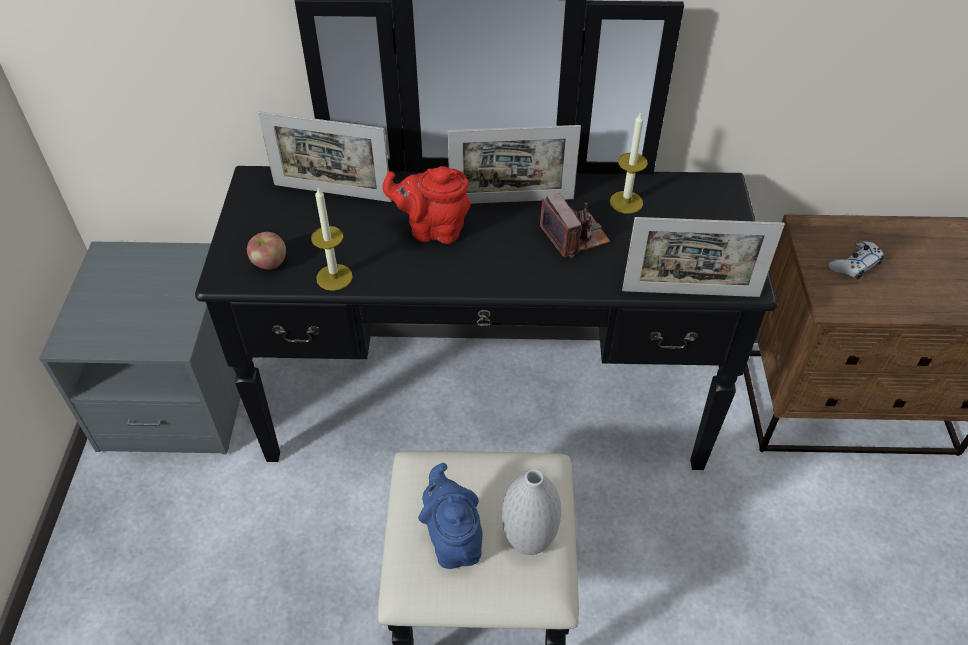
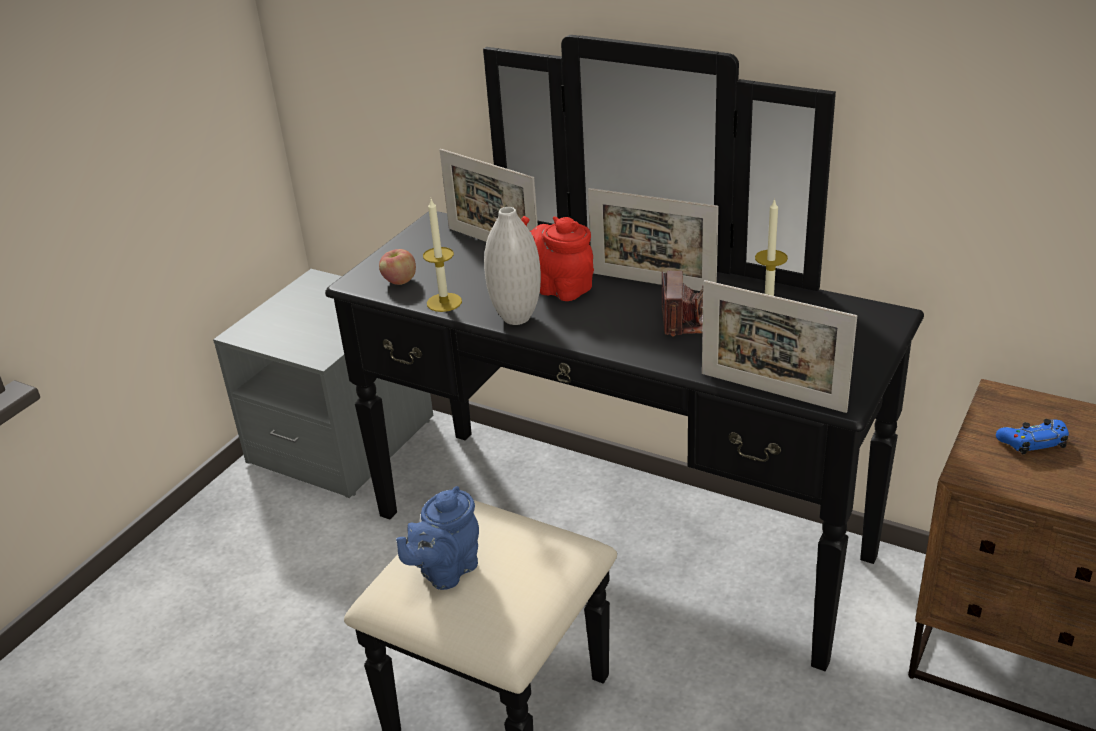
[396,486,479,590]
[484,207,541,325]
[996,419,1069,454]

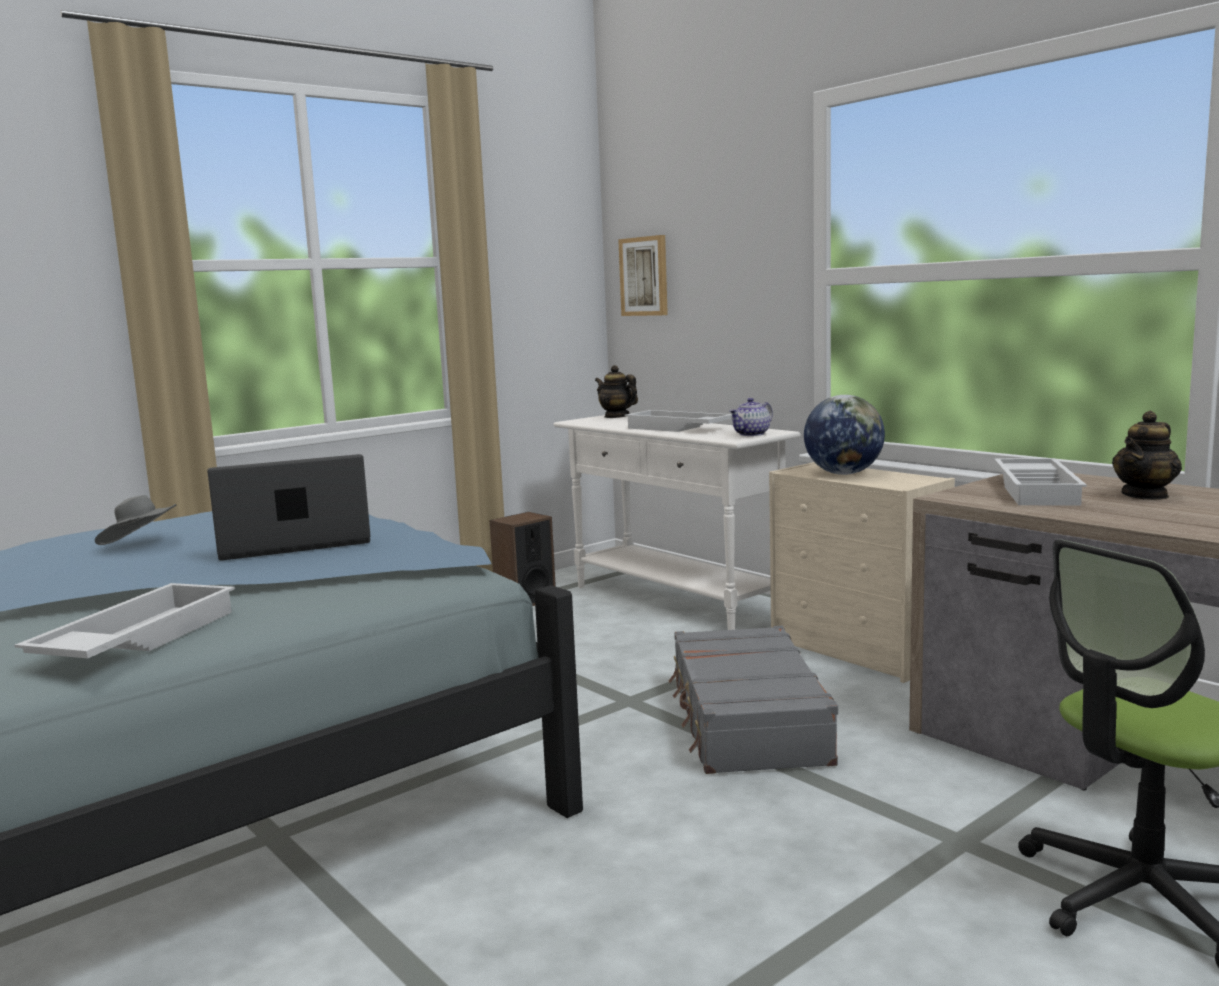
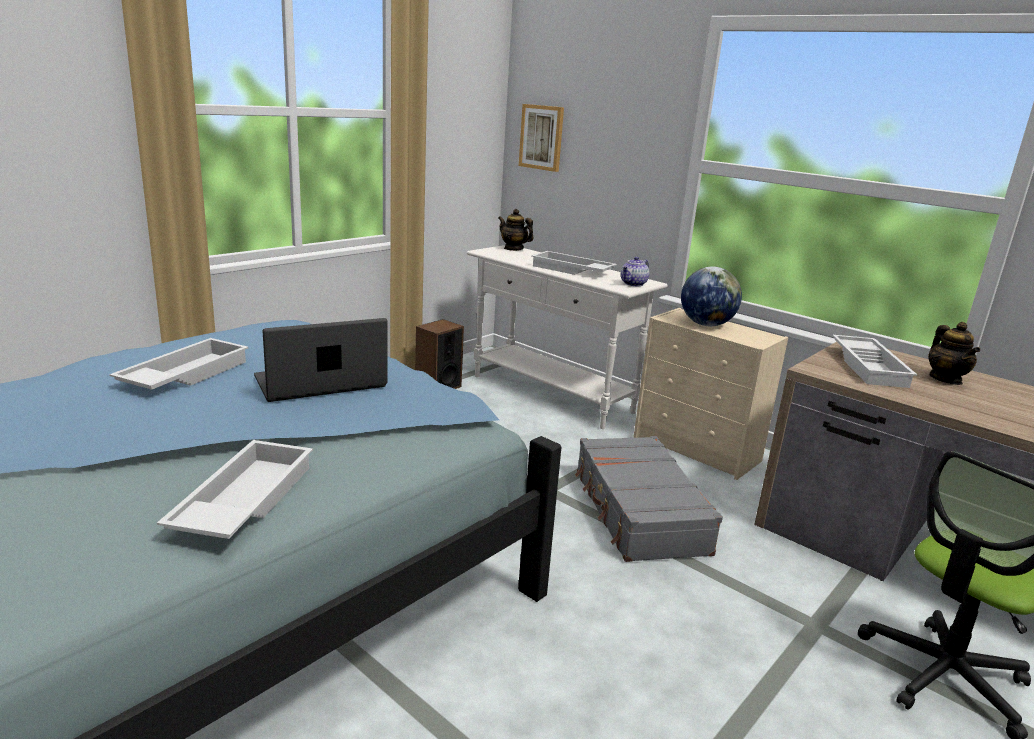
[109,338,249,390]
[928,322,980,385]

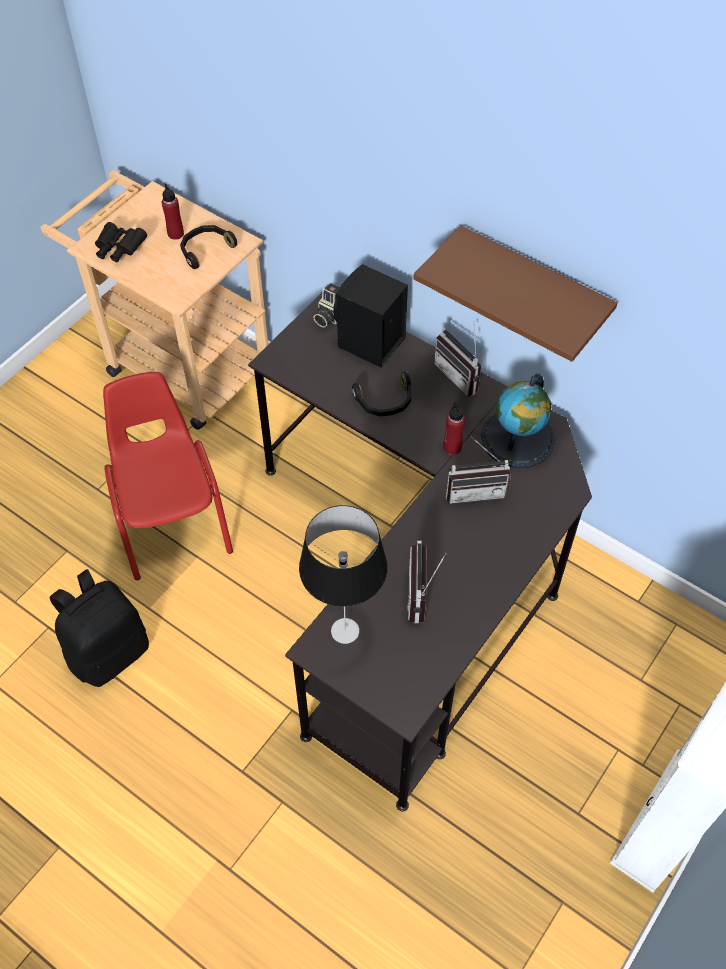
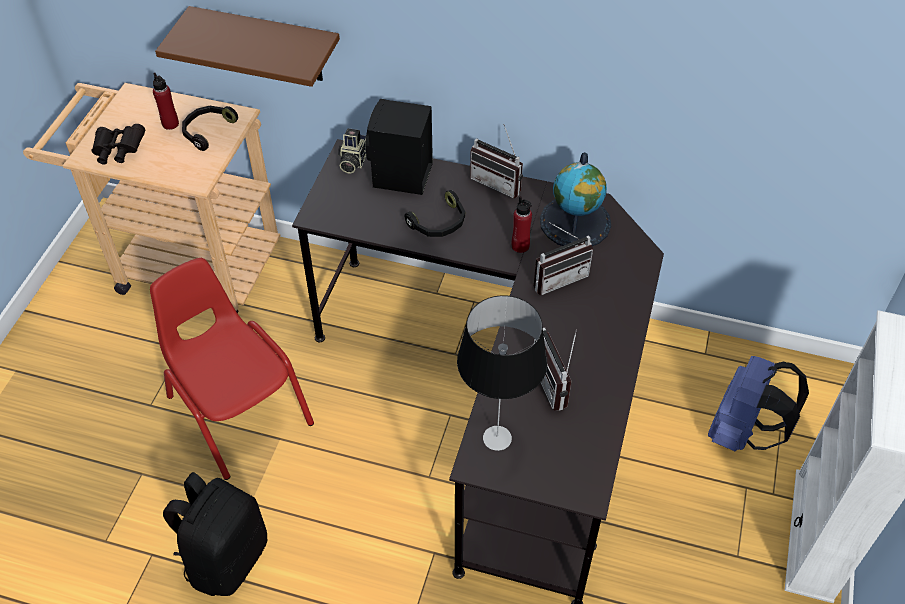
[155,6,340,87]
[708,356,809,452]

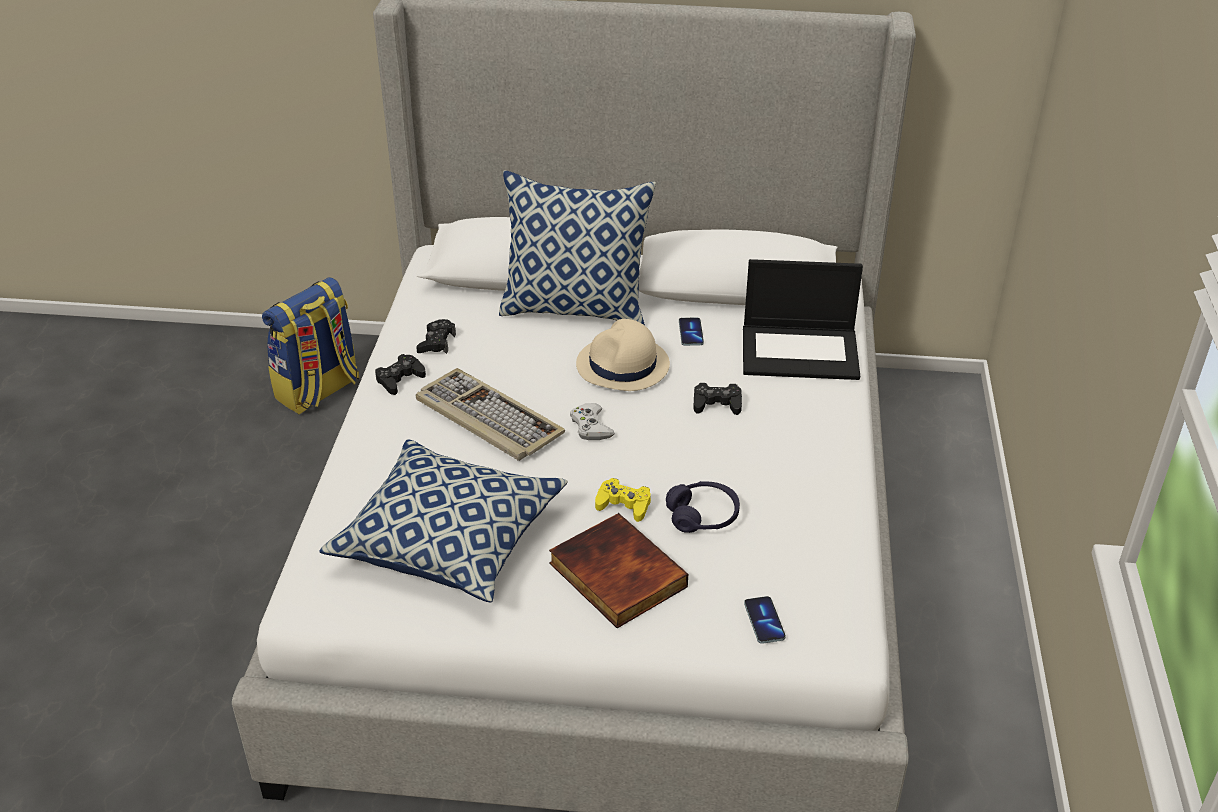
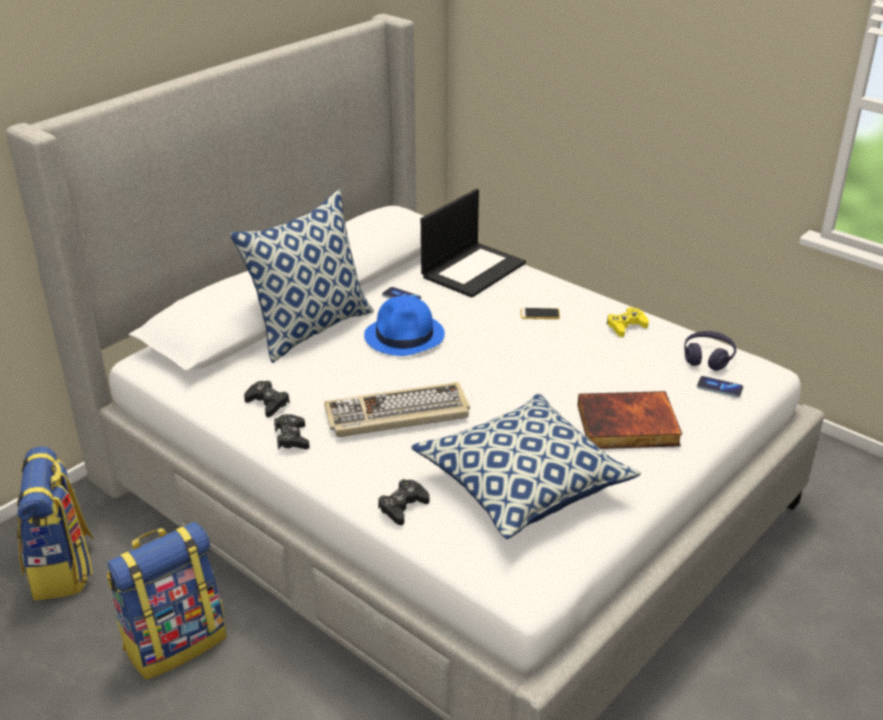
[570,403,615,440] (first image)
[364,296,445,356]
[607,307,649,337]
[684,331,736,371]
[378,479,429,525]
[107,522,227,680]
[521,308,560,319]

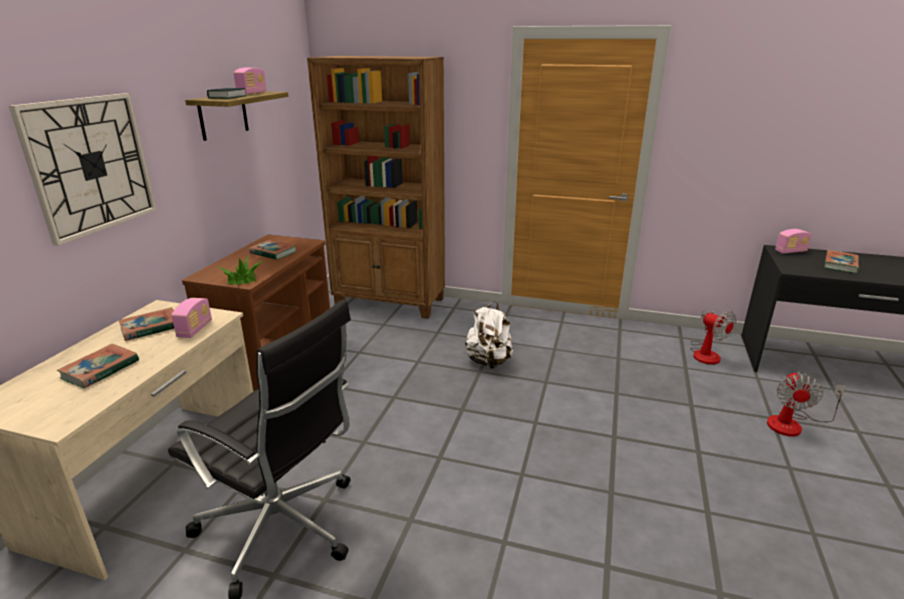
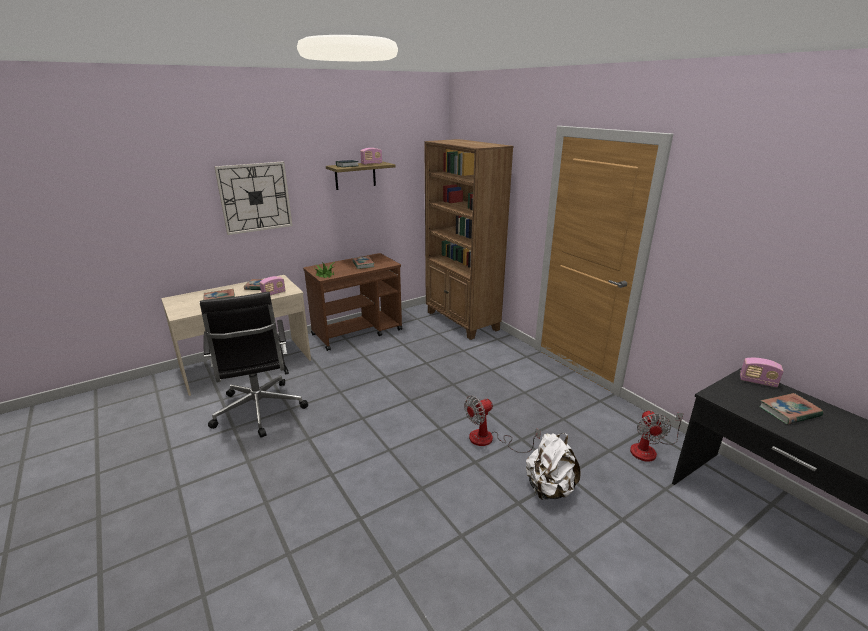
[526,433,580,500]
[464,395,541,453]

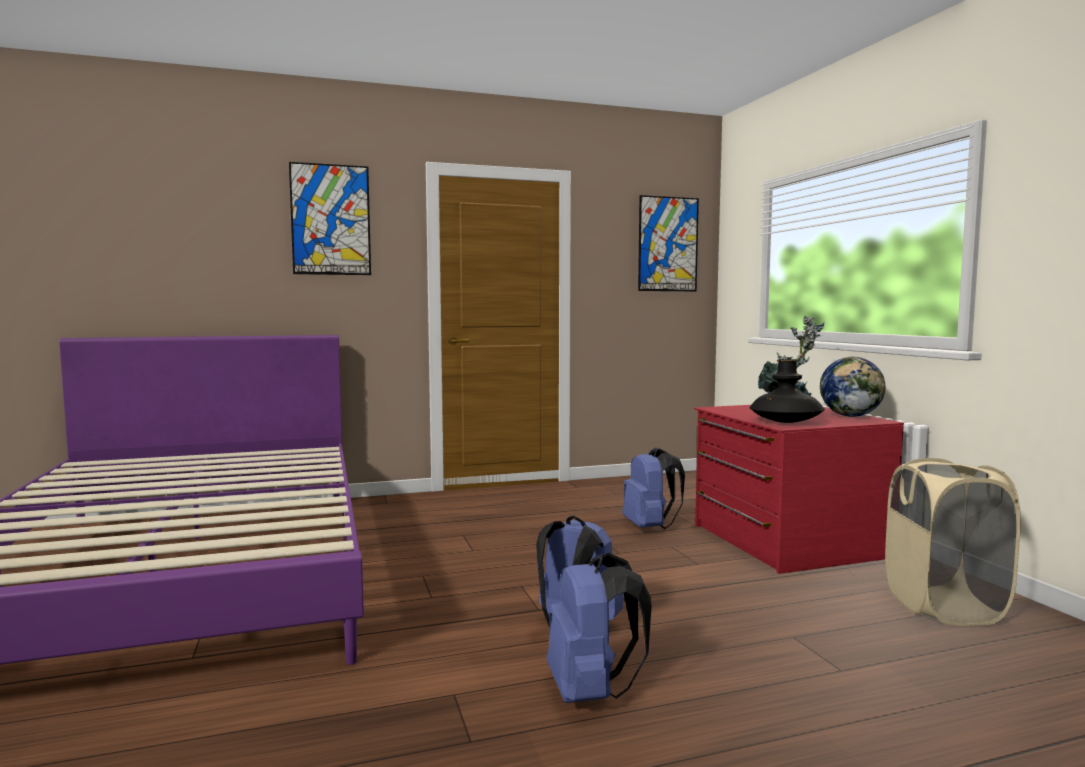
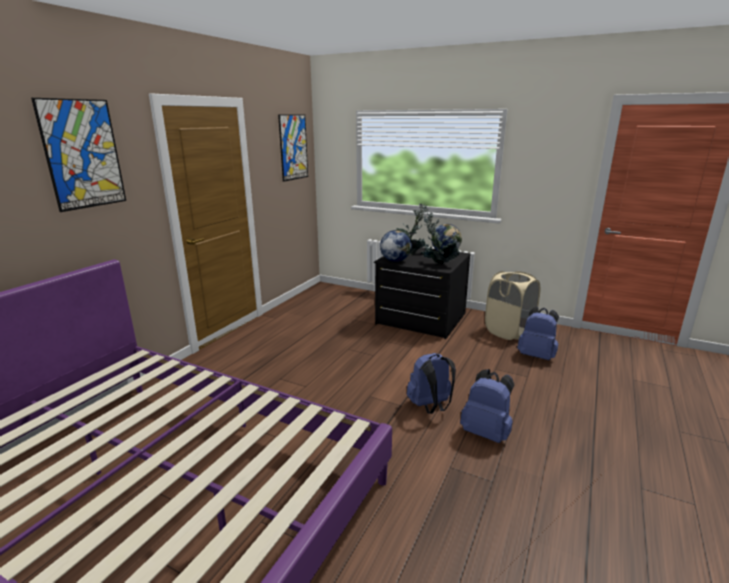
[517,307,559,360]
[374,247,470,339]
[421,212,460,264]
[380,230,412,262]

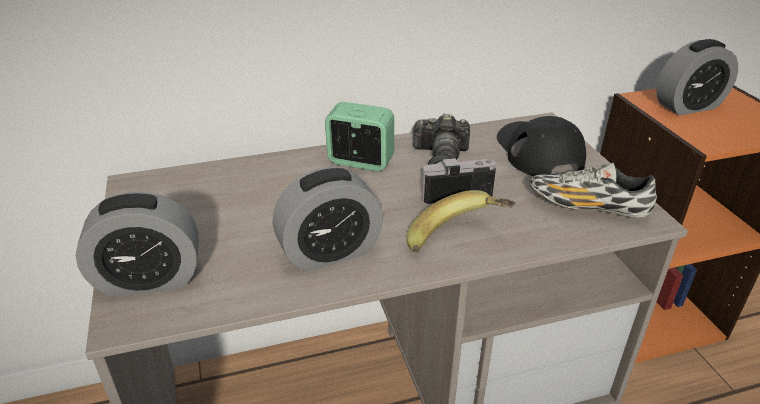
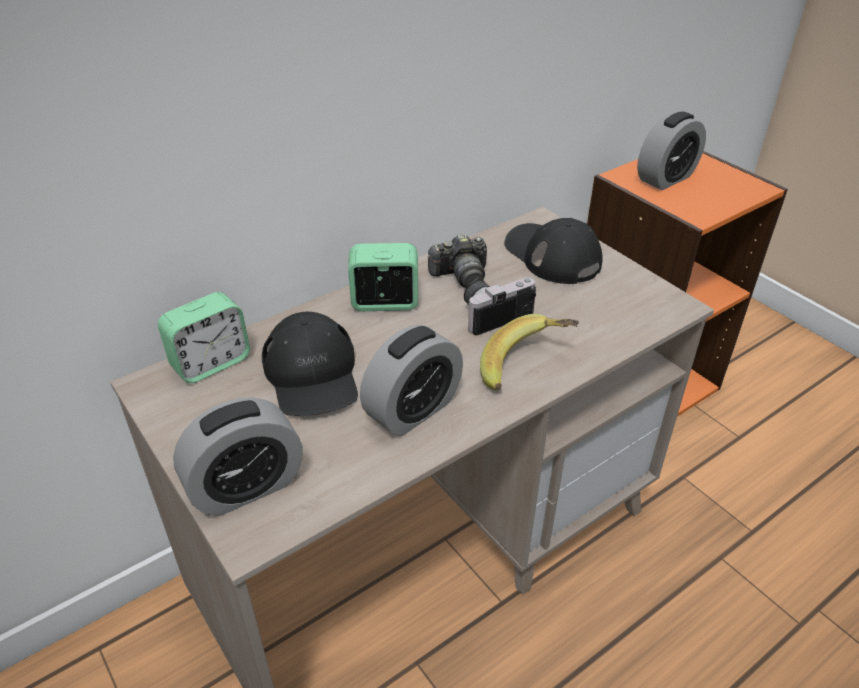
[529,163,657,218] (first image)
[158,292,250,383]
[262,312,358,416]

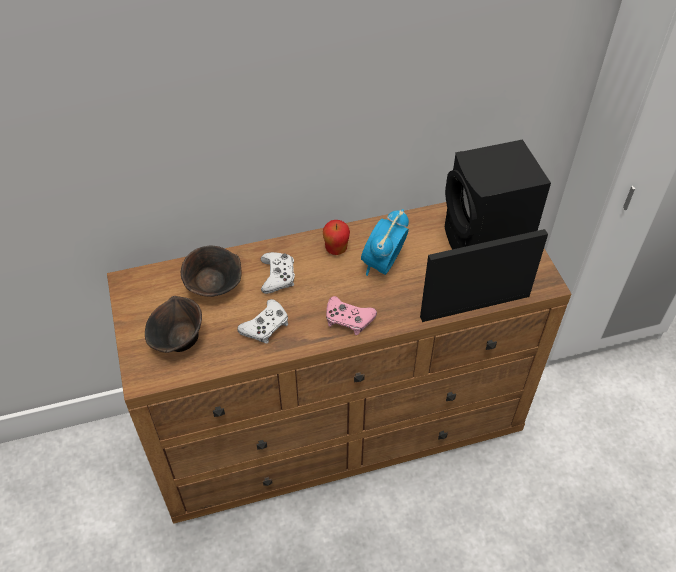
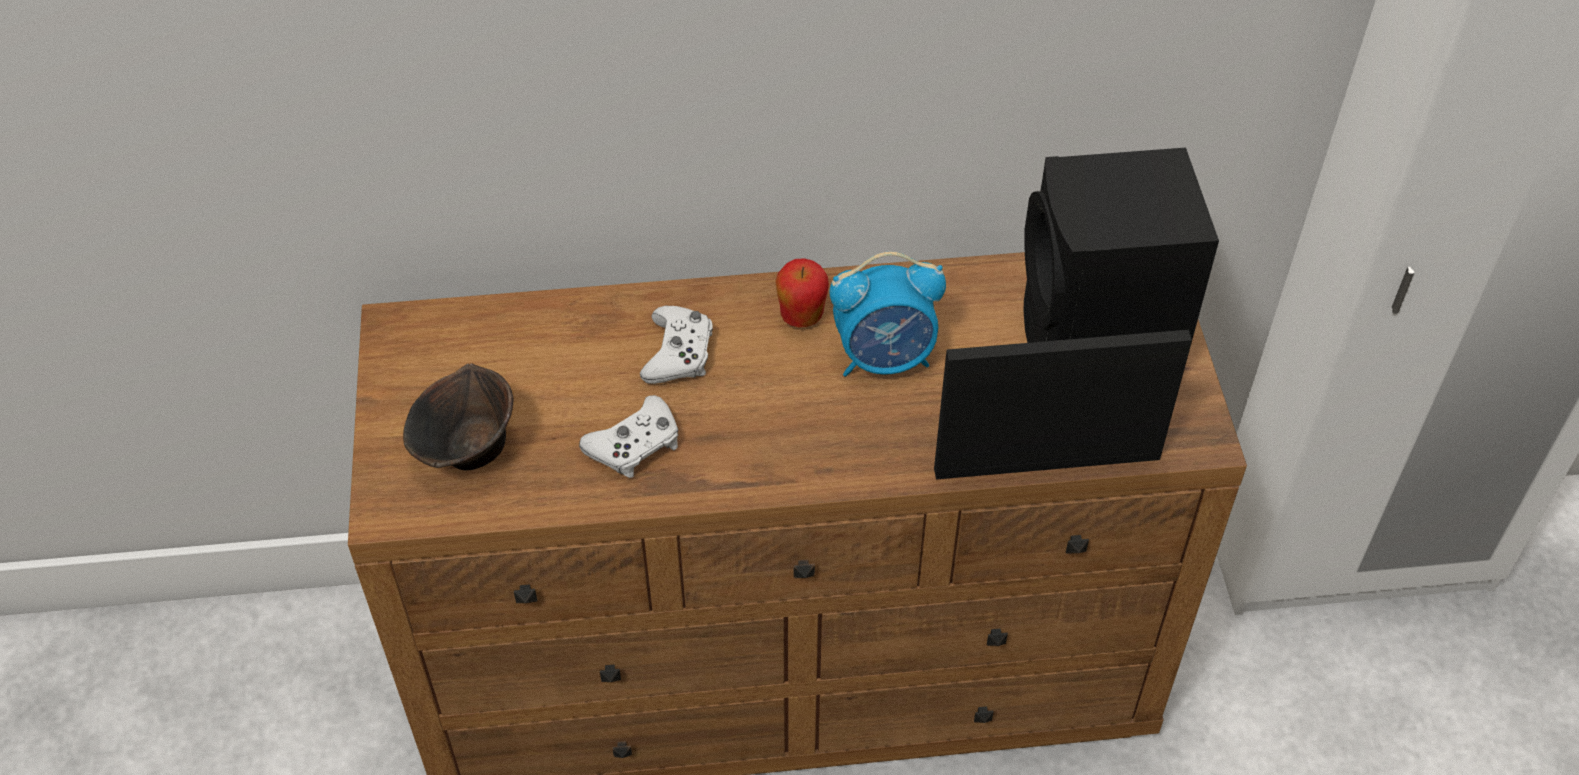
[181,246,241,297] (first image)
[326,296,377,335] (first image)
[830,252,946,376]

